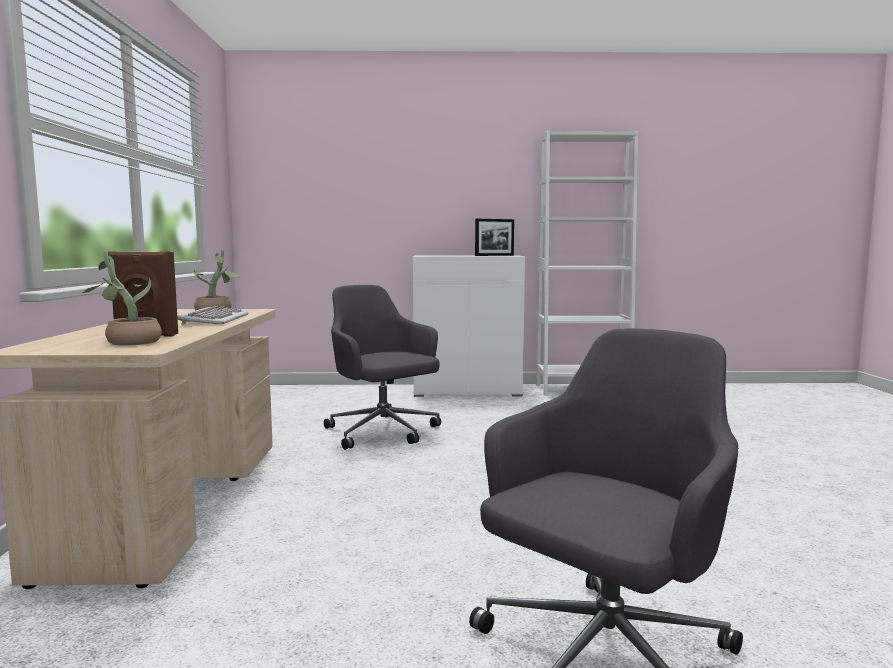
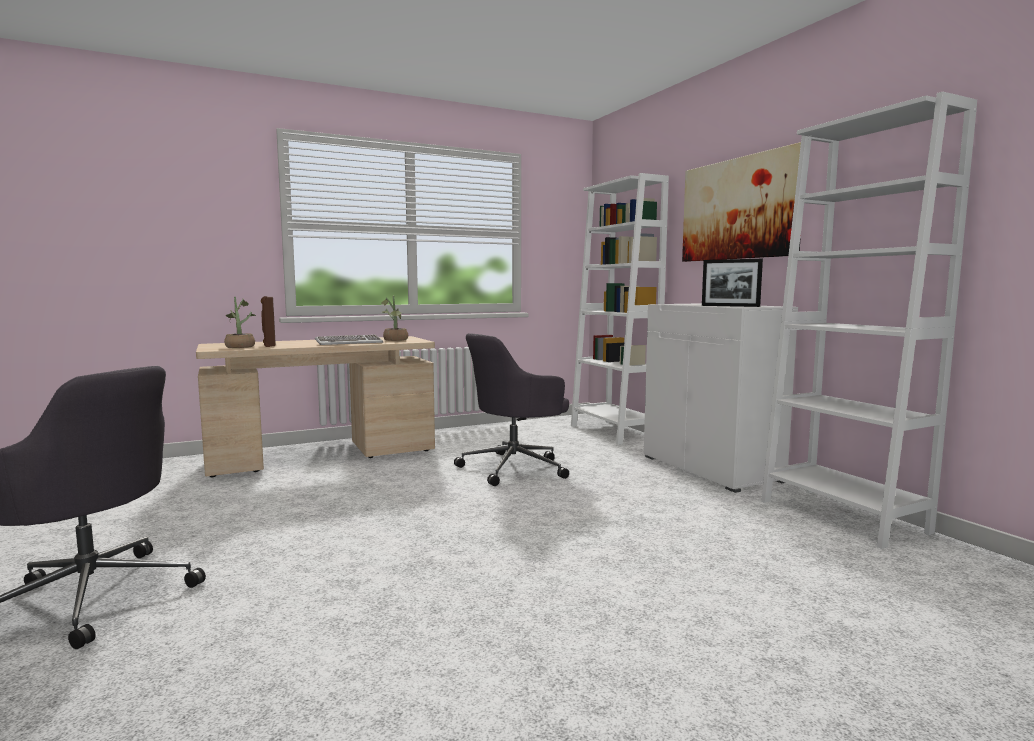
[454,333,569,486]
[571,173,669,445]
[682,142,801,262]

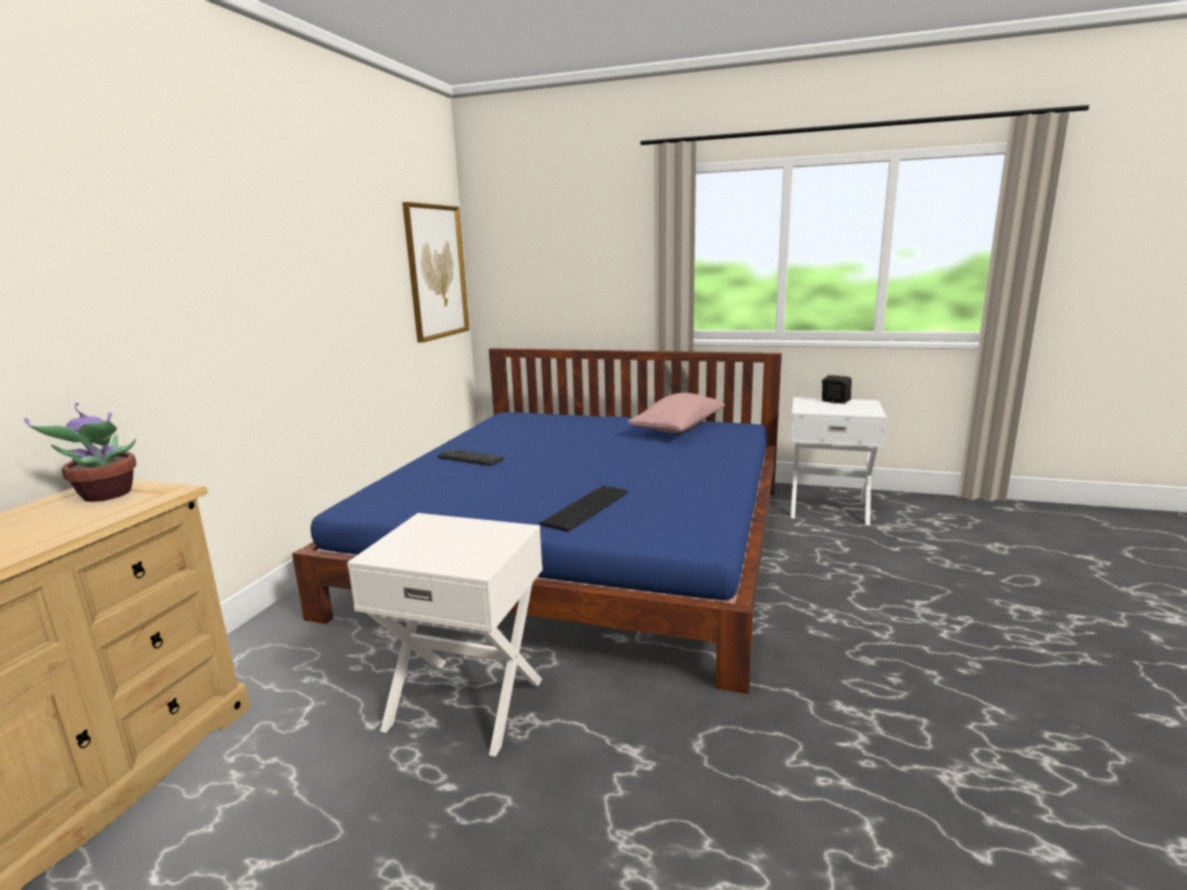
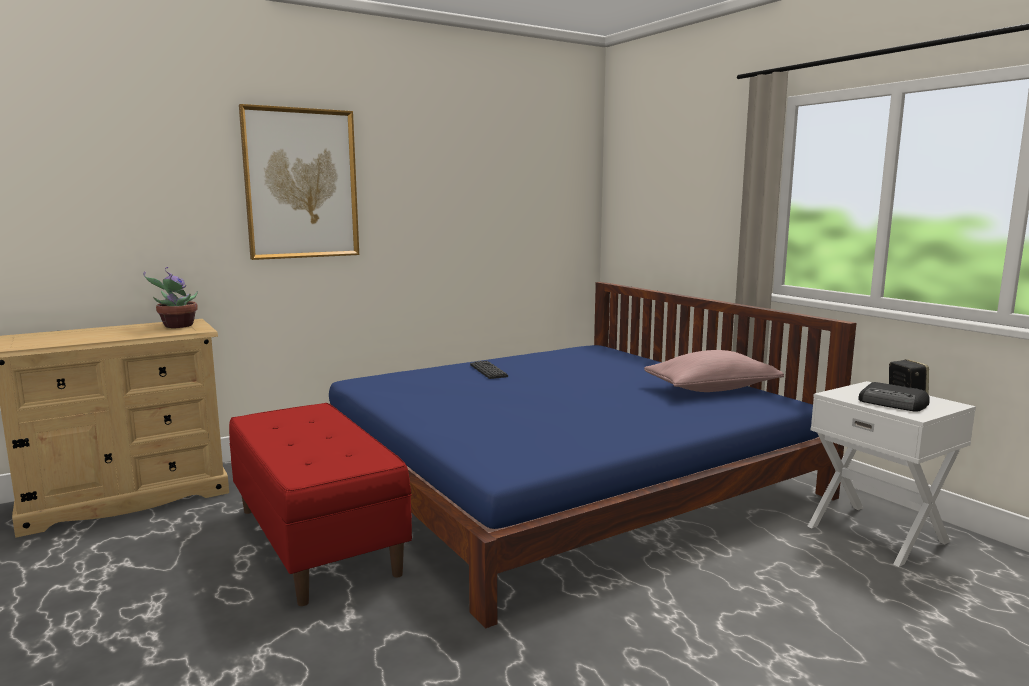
[229,403,412,606]
[239,104,359,260]
[539,486,628,532] (first image)
[858,382,930,412]

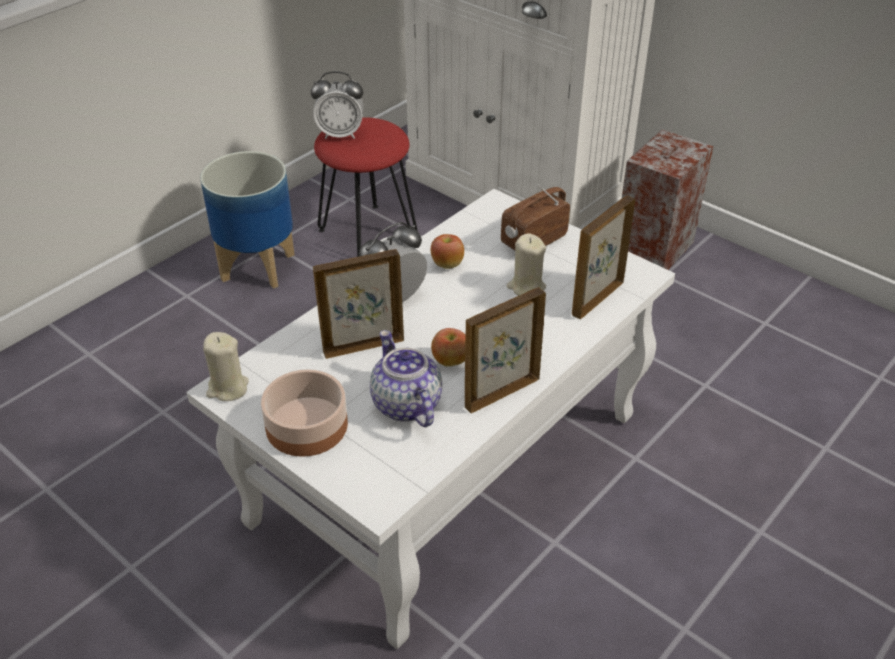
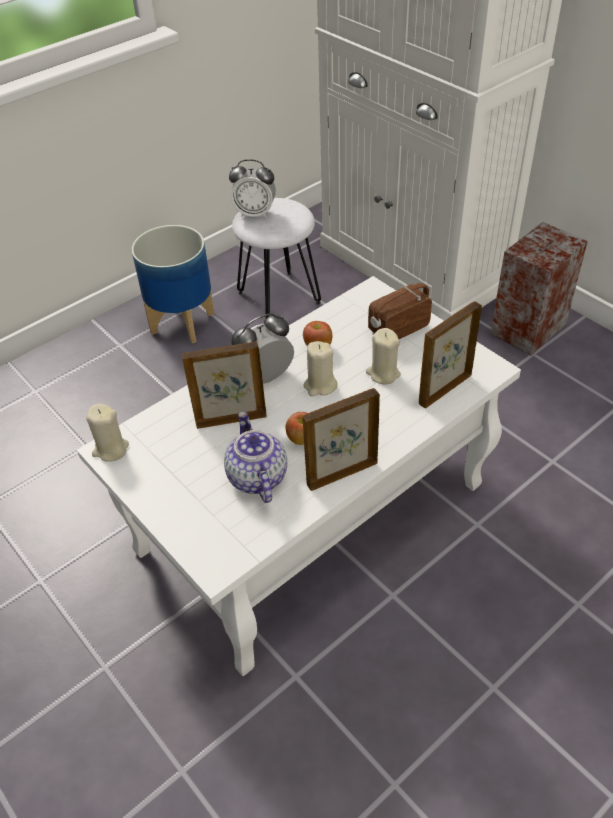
[261,369,348,457] (first image)
[232,198,321,318]
[304,341,338,397]

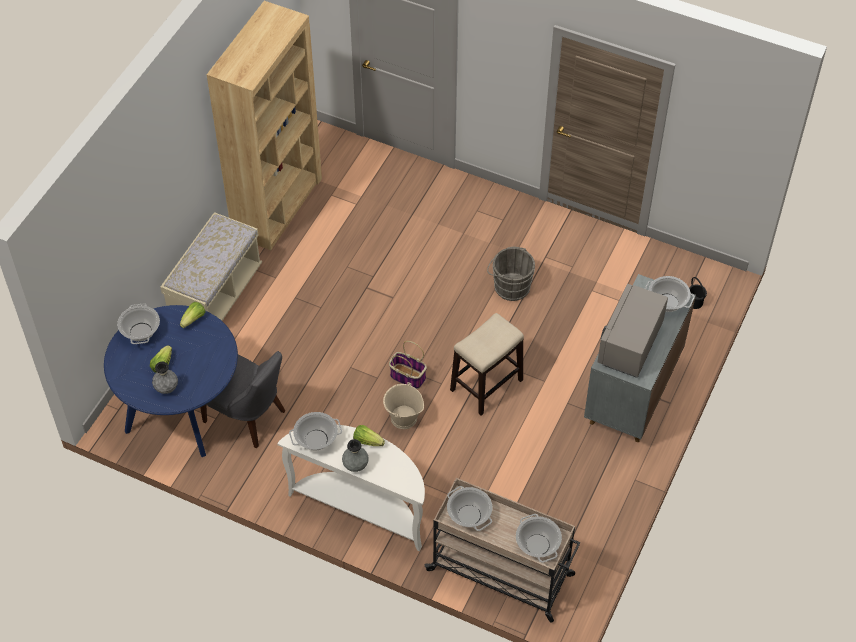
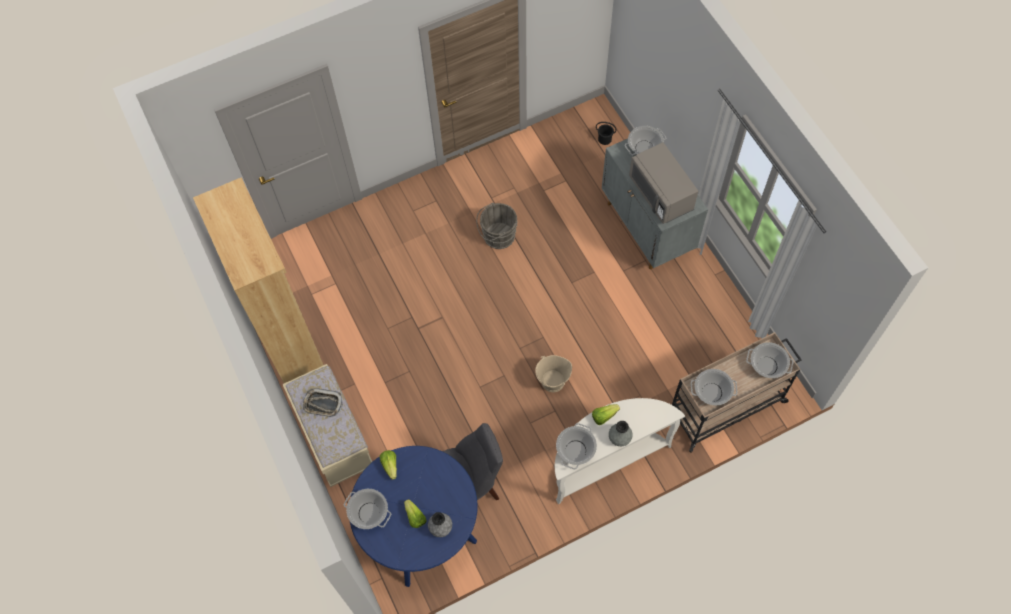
[389,341,427,389] (first image)
[450,313,524,416] (first image)
[302,388,343,417]

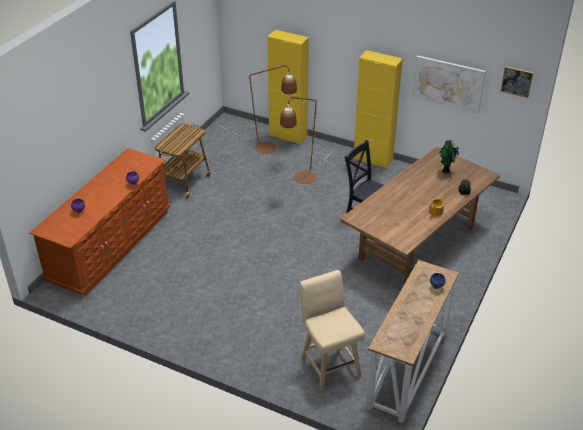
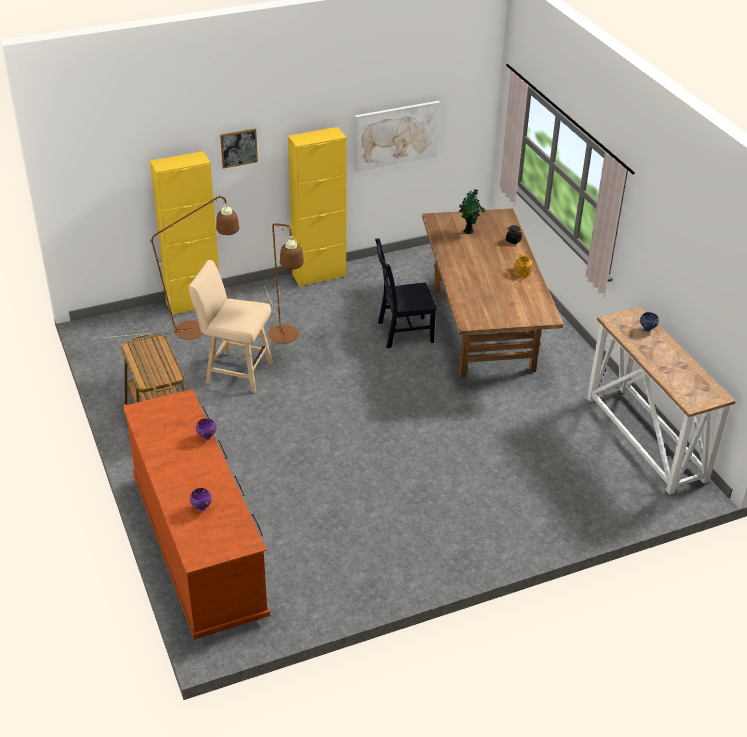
[188,260,273,393]
[220,129,258,169]

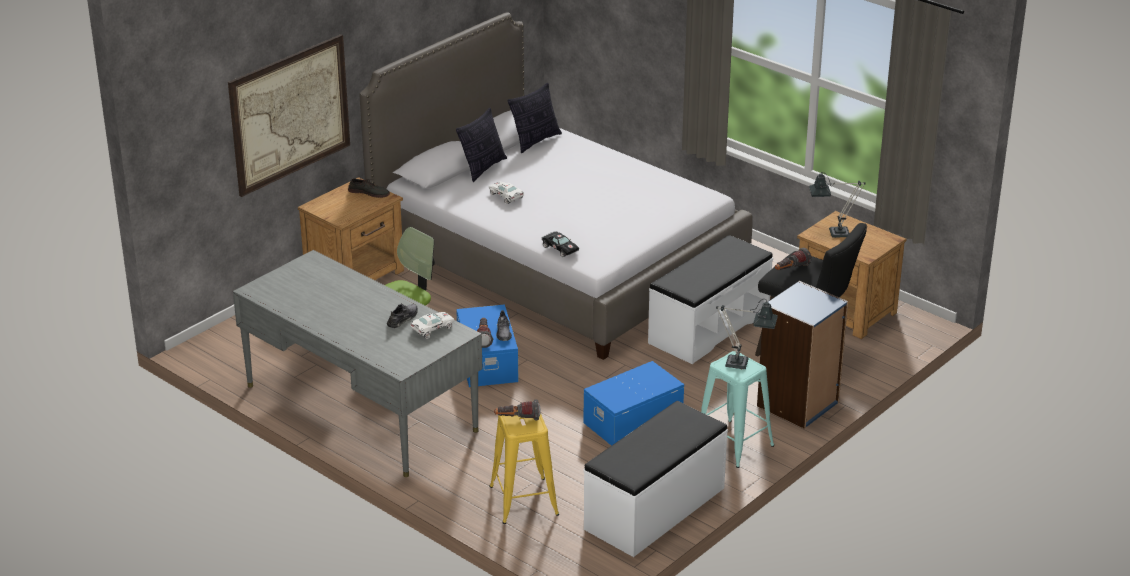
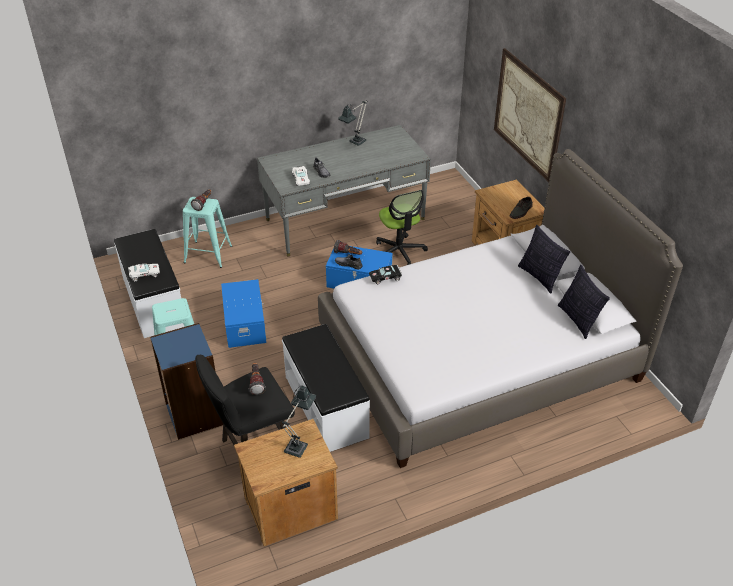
[128,263,160,282]
[183,197,232,268]
[338,100,368,146]

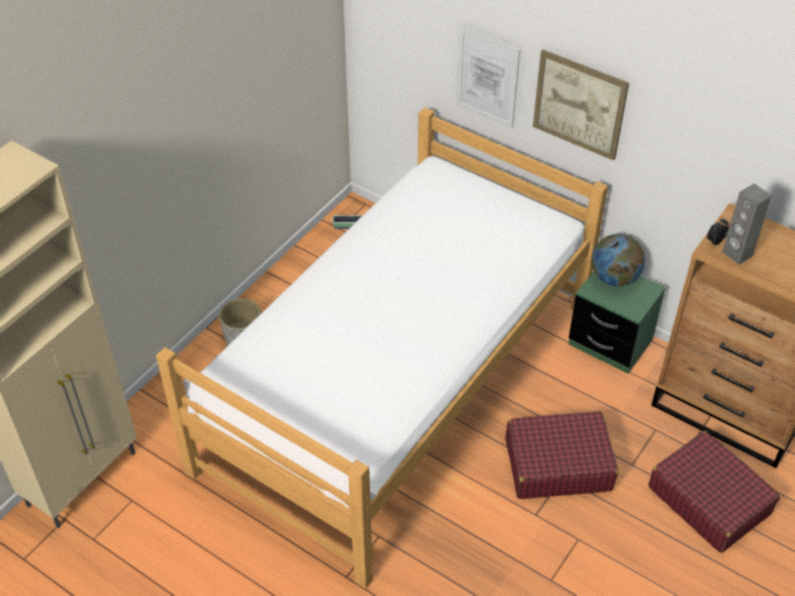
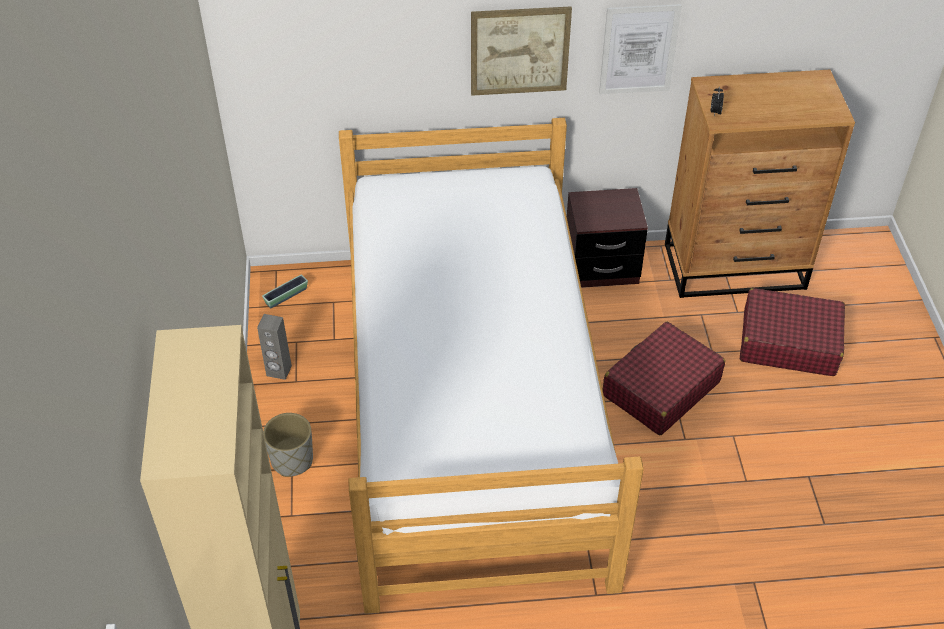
[599,4,682,94]
[567,188,648,288]
[591,234,645,287] (first image)
[257,314,292,380]

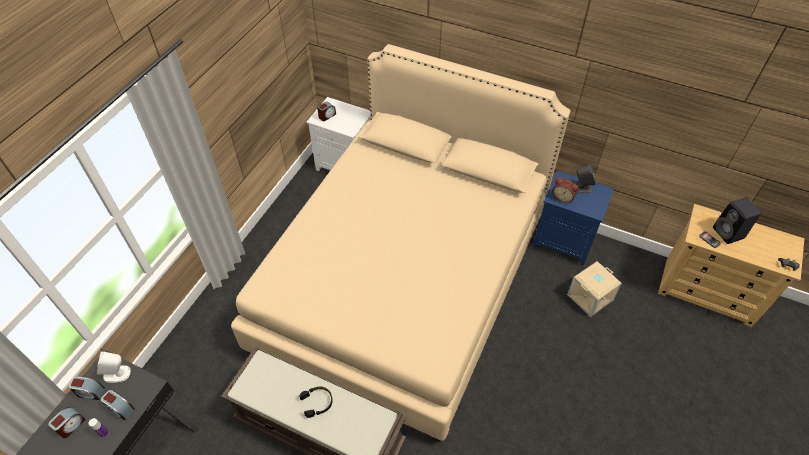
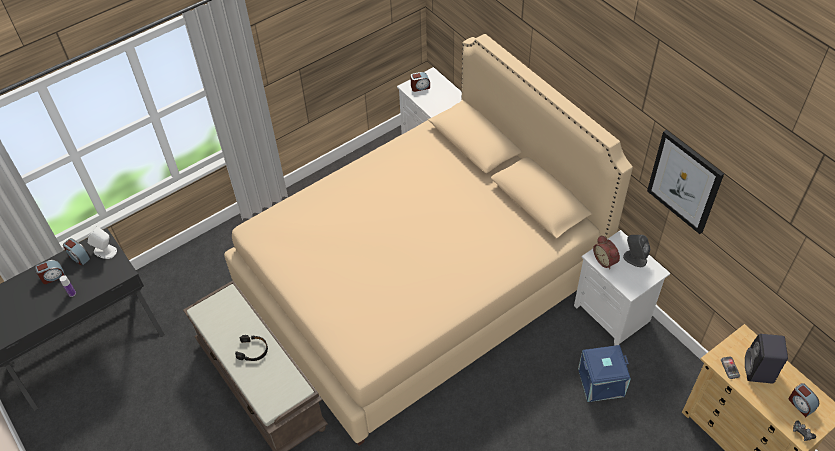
[789,383,819,417]
[574,230,671,346]
[578,345,631,402]
[647,130,724,234]

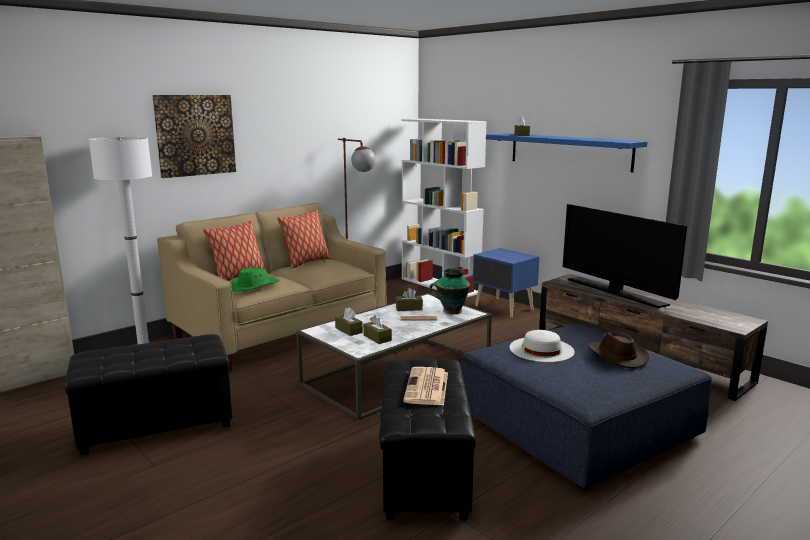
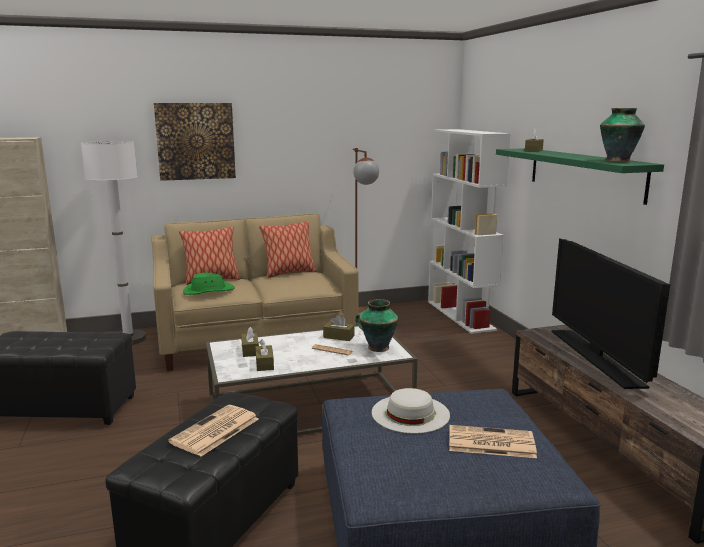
[473,248,539,318] (first image)
[496,148,664,205]
[449,425,537,458]
[600,108,645,162]

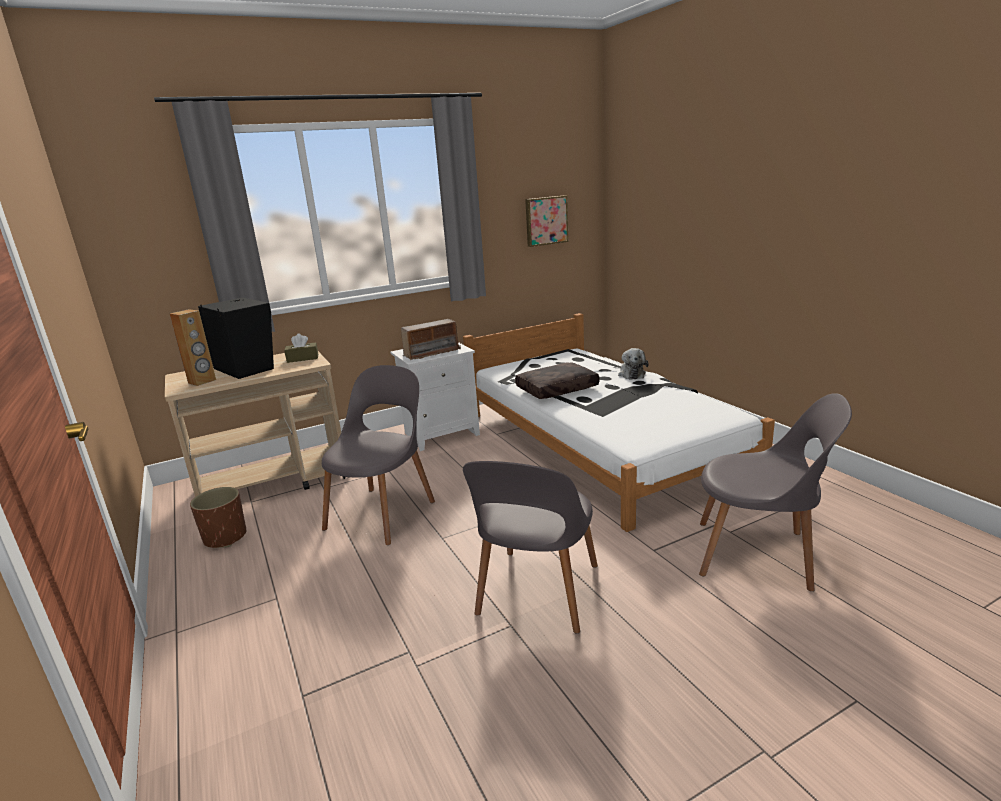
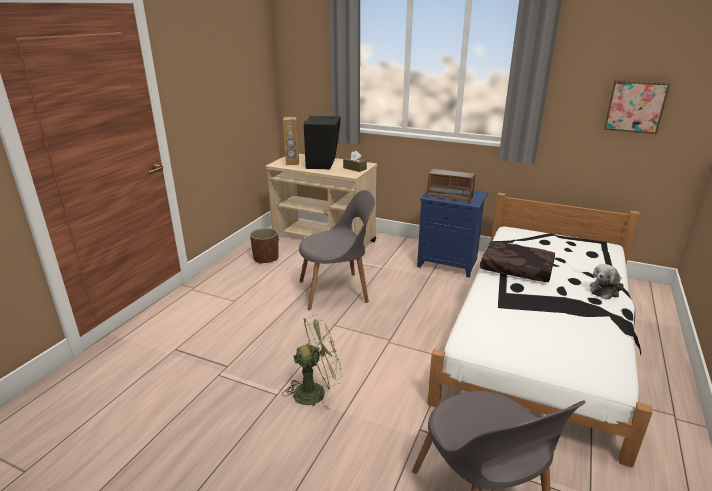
[417,190,488,278]
[282,314,343,411]

